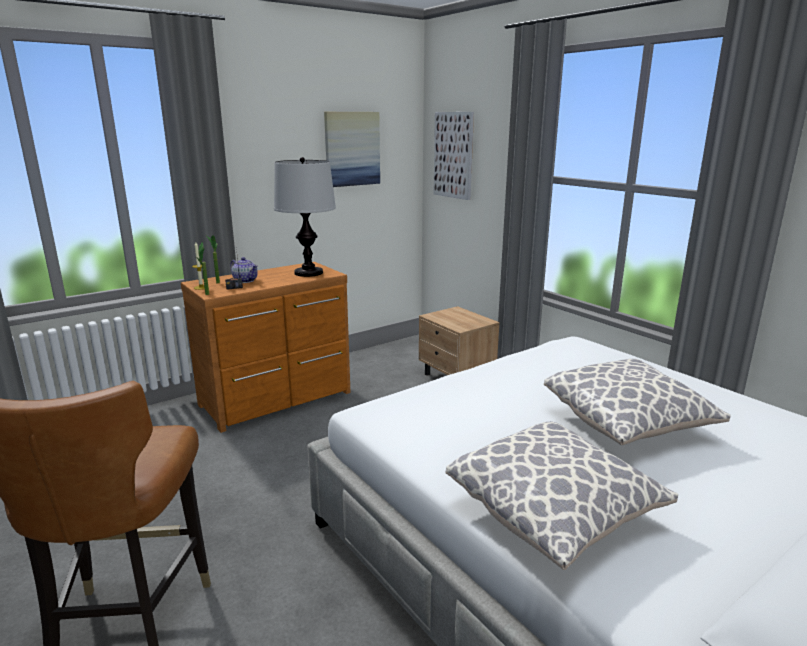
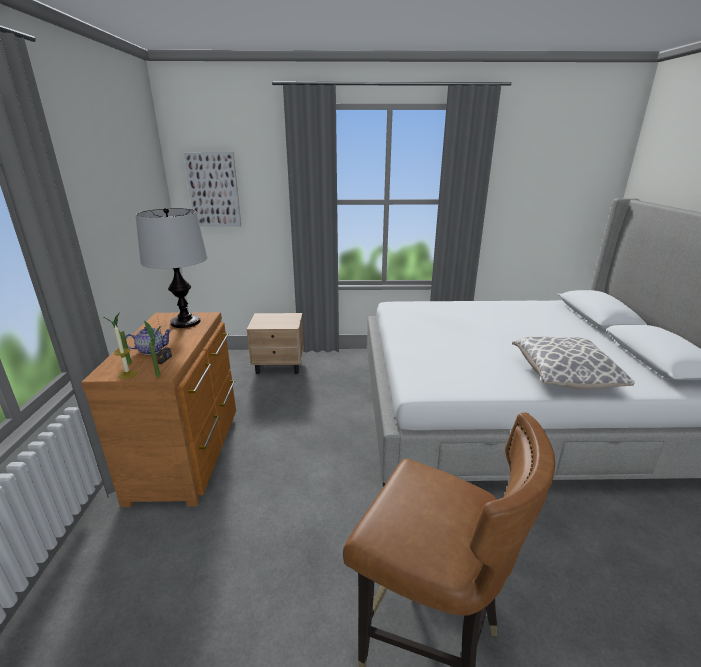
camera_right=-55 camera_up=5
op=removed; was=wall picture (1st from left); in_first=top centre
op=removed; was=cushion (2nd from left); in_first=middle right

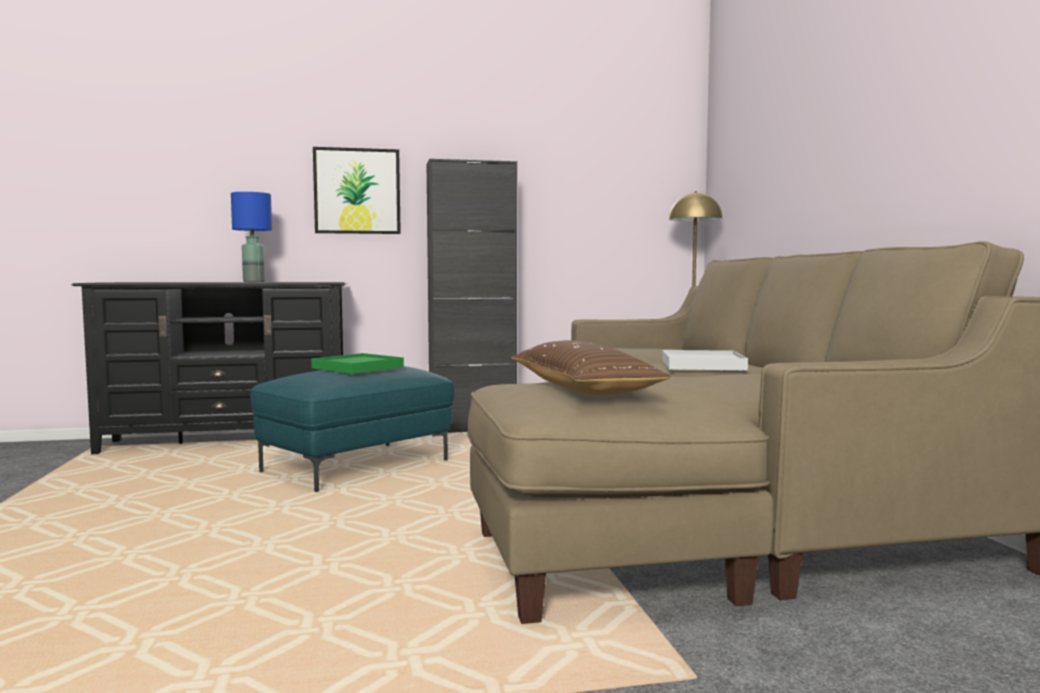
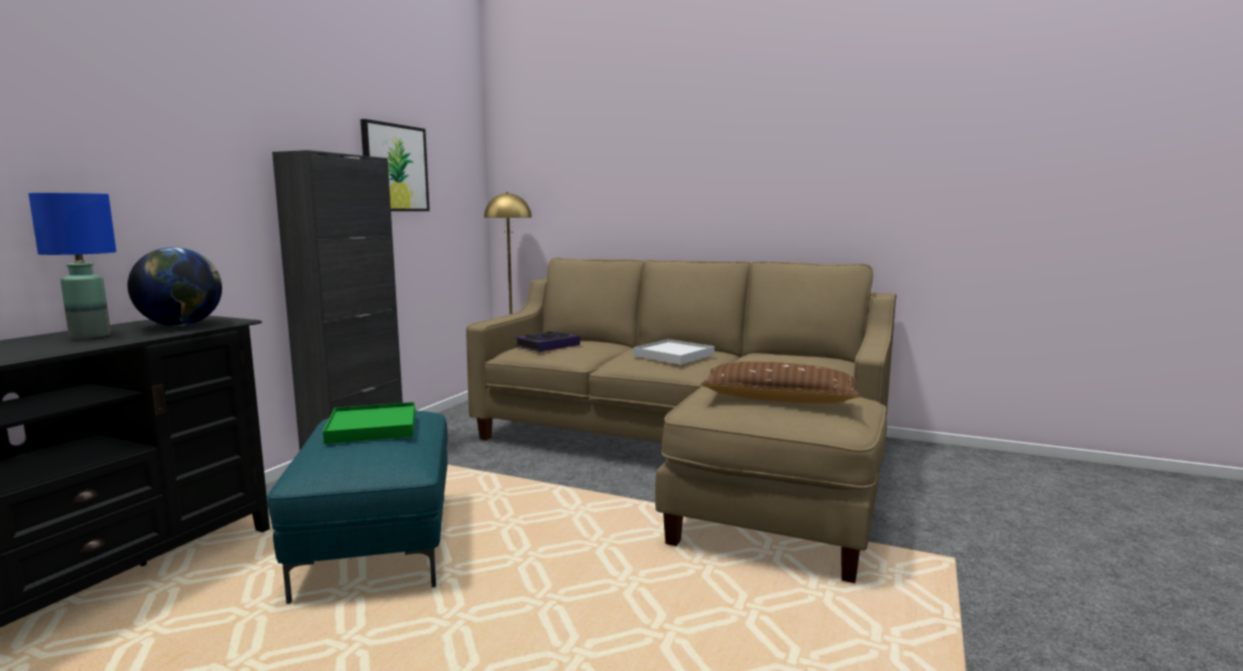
camera_right=-55 camera_up=5
op=moved; was=wall picture; in_first=top centre; in_second=top left
op=added; now=world globe; in_second=middle left
op=added; now=bound book; in_second=centre

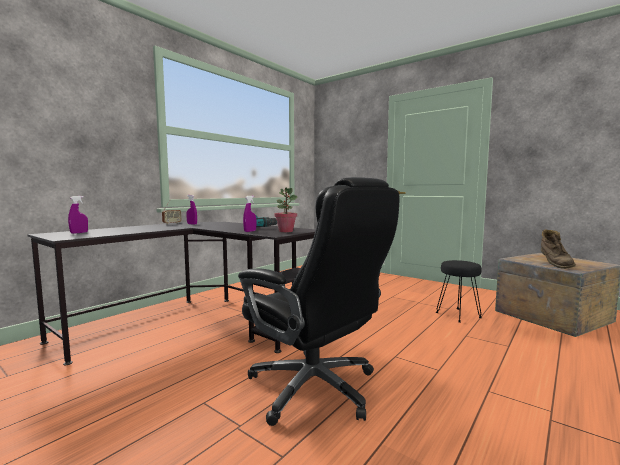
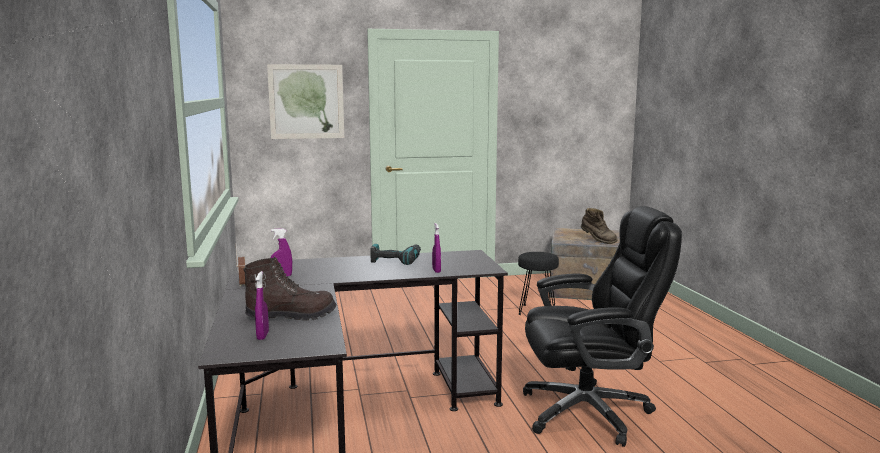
camera_right=-50 camera_up=5
op=removed; was=potted plant; in_first=centre
op=added; now=brown high-top boot (1st from left); in_second=middle left
op=added; now=wall picture; in_second=top centre

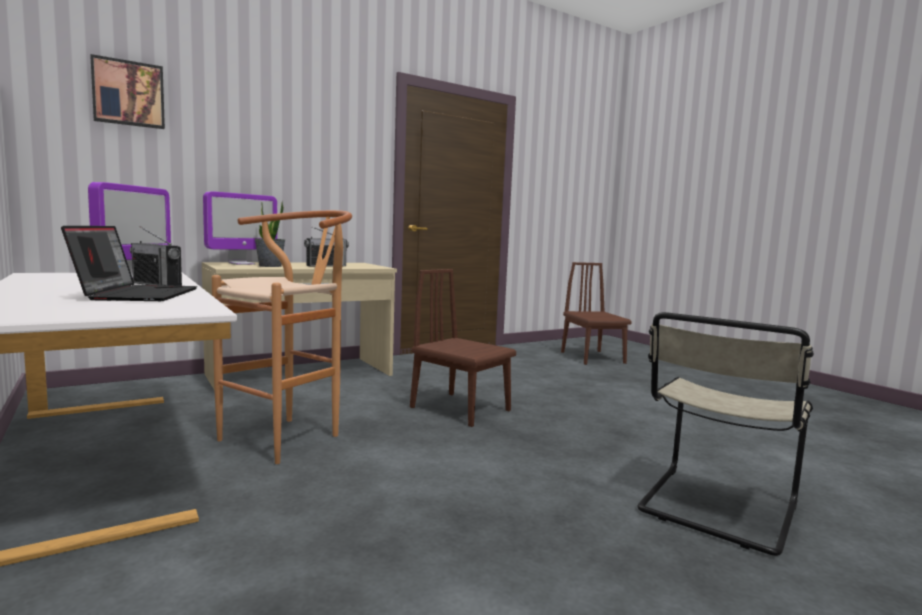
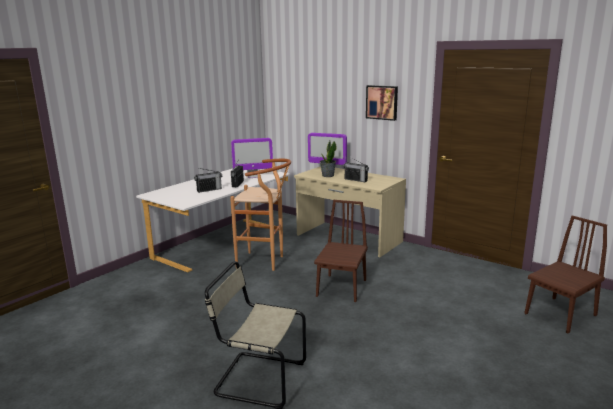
camera_right=70 camera_up=10
op=replaced; was=portable computer; now=radio (1st from left); in_first=middle left; in_second=centre
op=moved; was=wall picture; in_first=top left; in_second=top centre

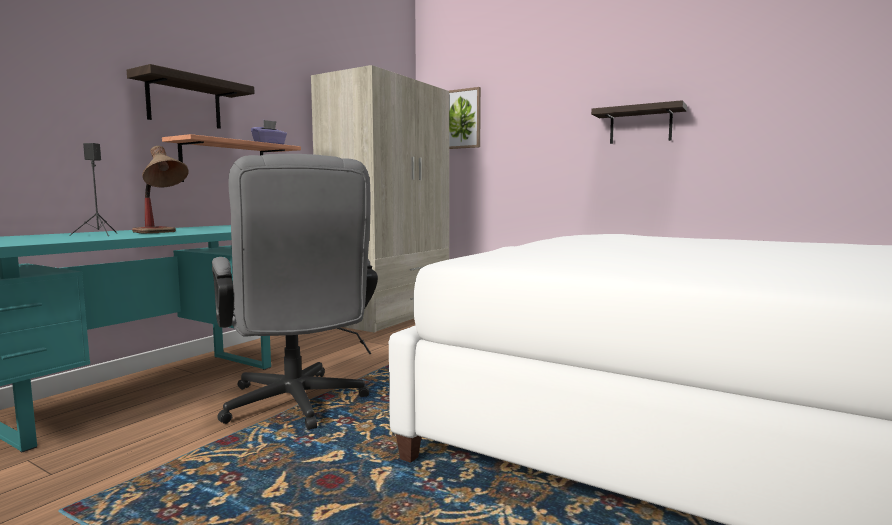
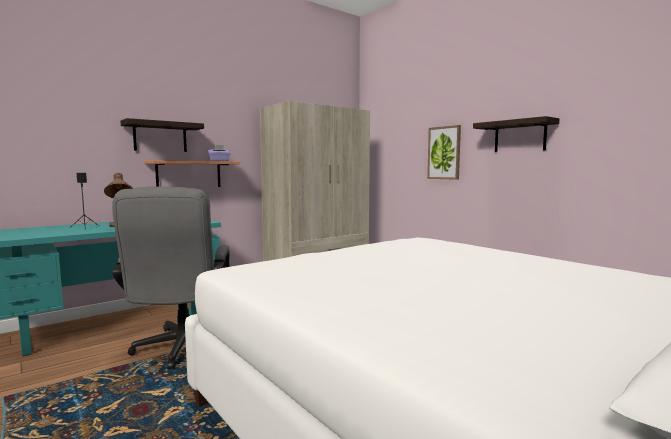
camera_right=20 camera_up=0
op=moved; was=wall picture; in_first=top centre; in_second=centre

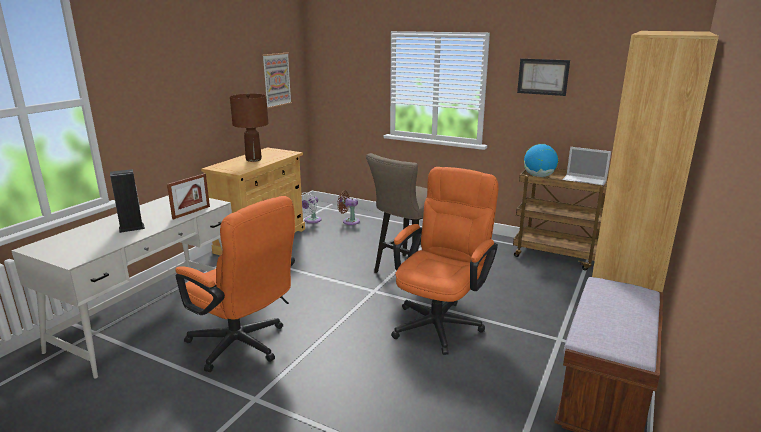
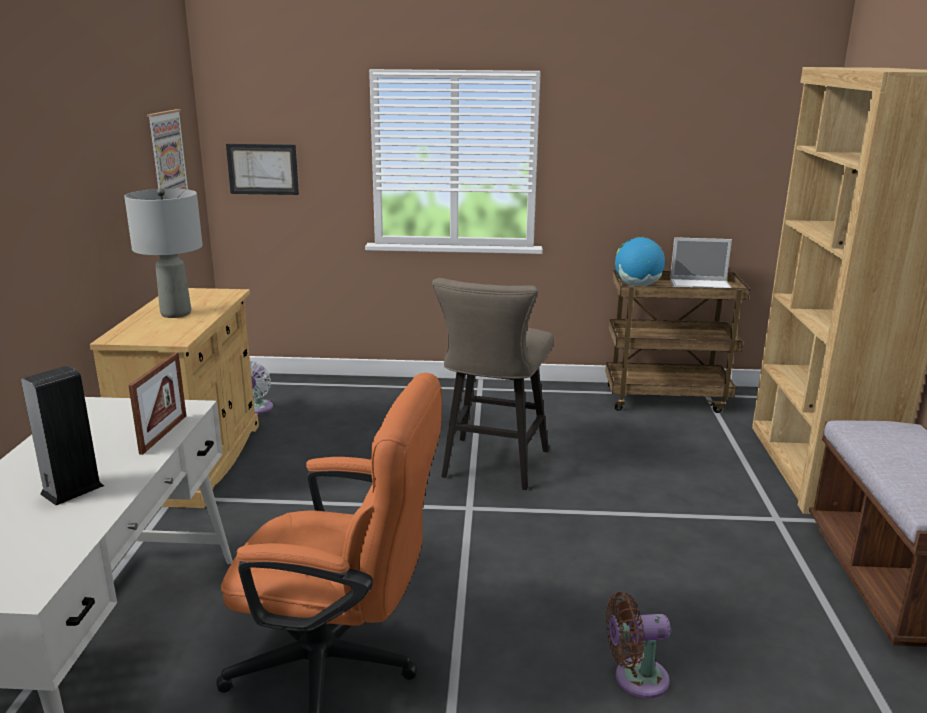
camera_right=-25 camera_up=0
op=recoloured; was=brown tabletop lamp; now=greyish tabletop lamp; in_first=top left; in_second=middle left
op=moved; was=brown fan; in_first=centre; in_second=bottom right
op=removed; was=orange-coloured office chair (2nd from left); in_first=centre
op=moved; was=wall picture (2nd from left); in_first=top right; in_second=top left

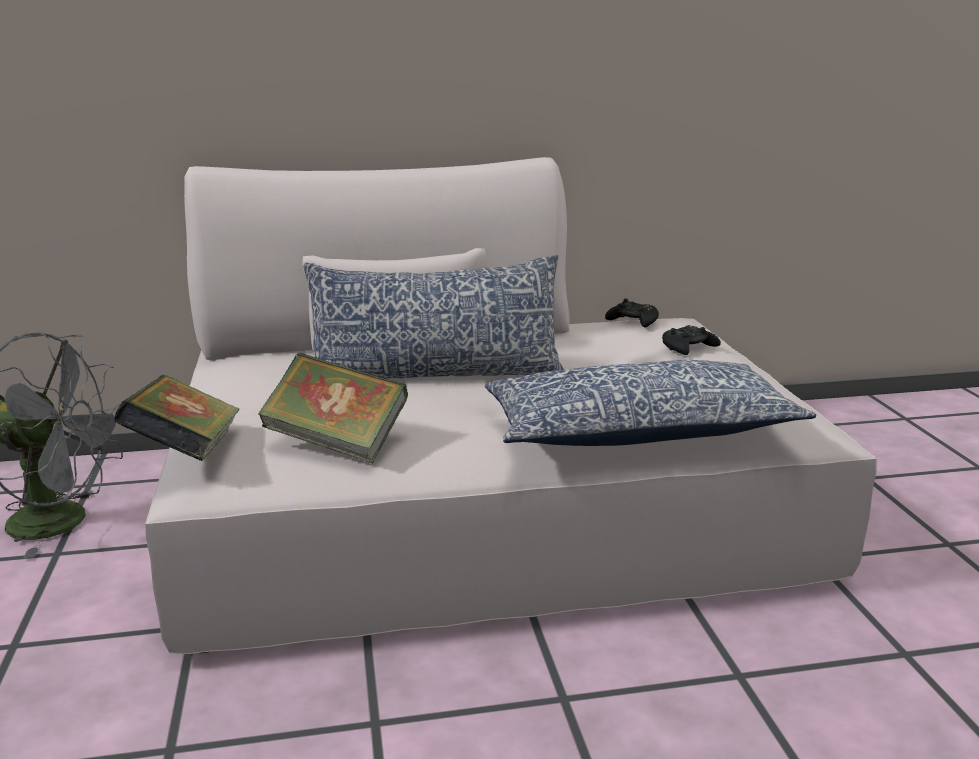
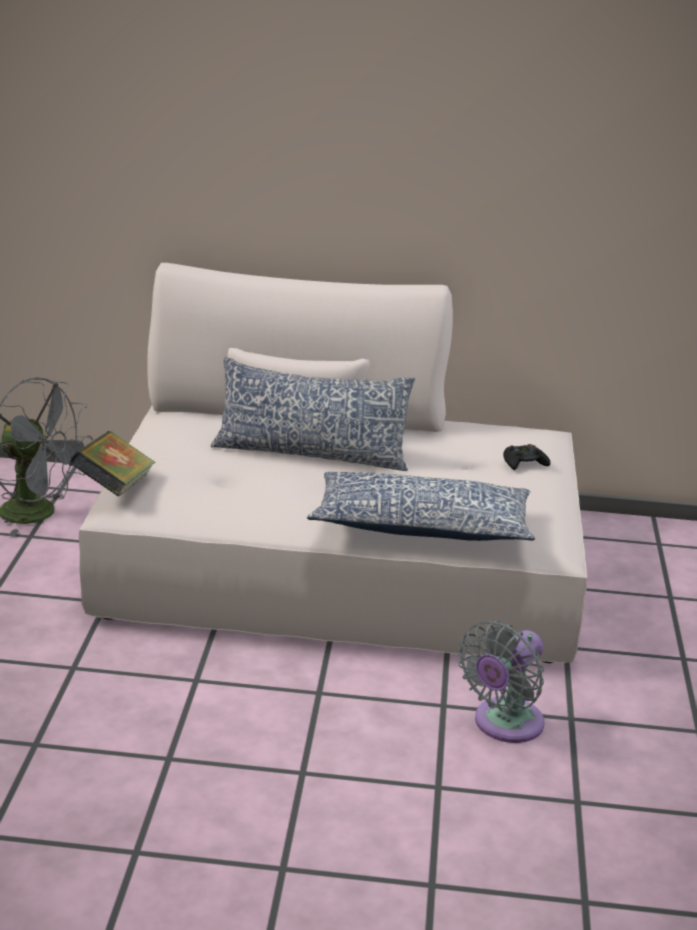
camera_right=15 camera_up=5
op=removed; was=bound book (2nd from left); in_first=centre
op=removed; was=black-coloured gamepad (1st from left); in_first=centre
op=added; now=greyish fan (2nd from left); in_second=bottom right

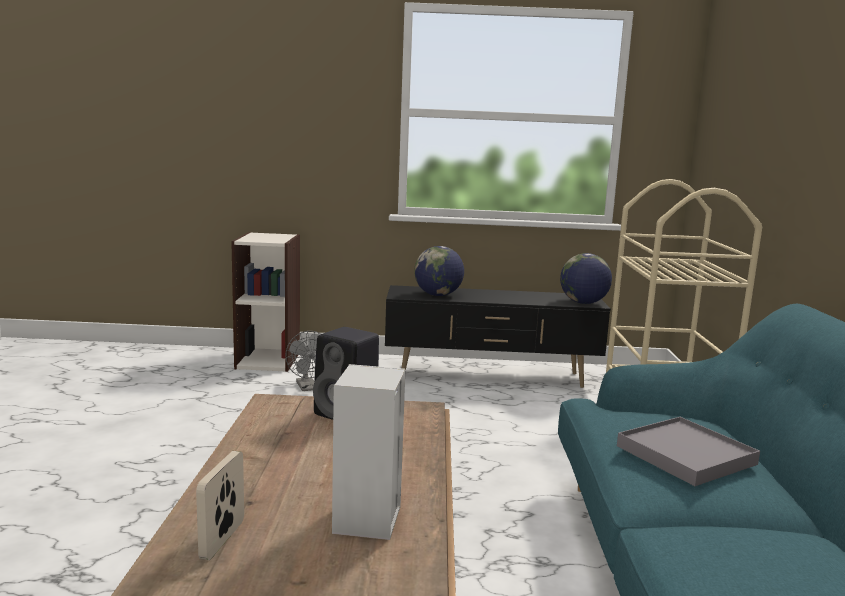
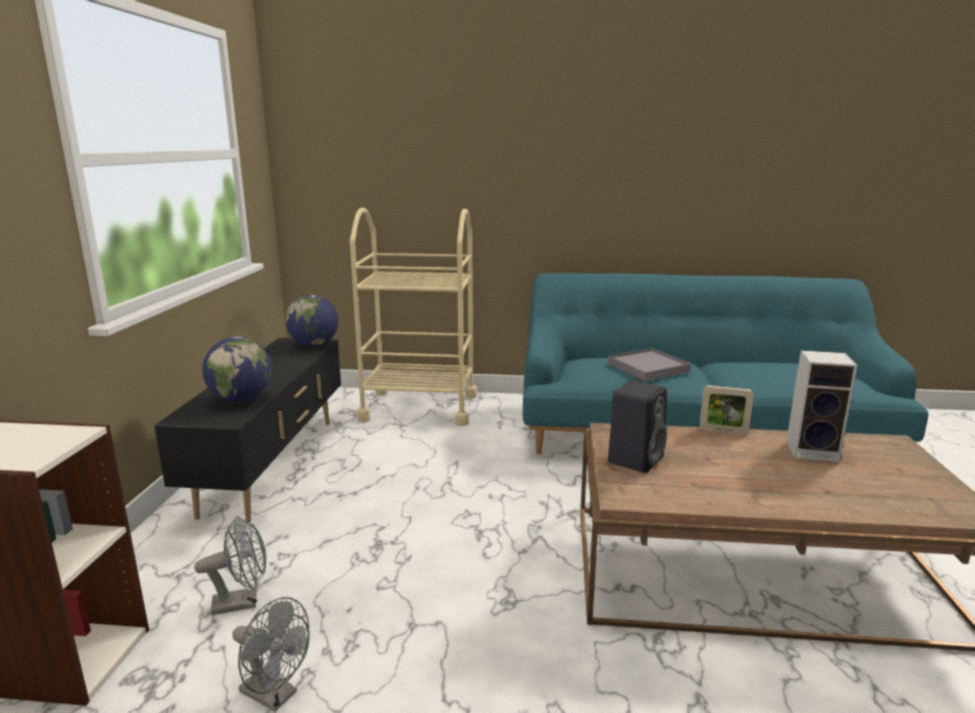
camera_right=-85 camera_up=5
op=moved; was=standing frame; in_first=bottom left; in_second=middle right
op=added; now=greyish fan (2nd from left); in_second=bottom left

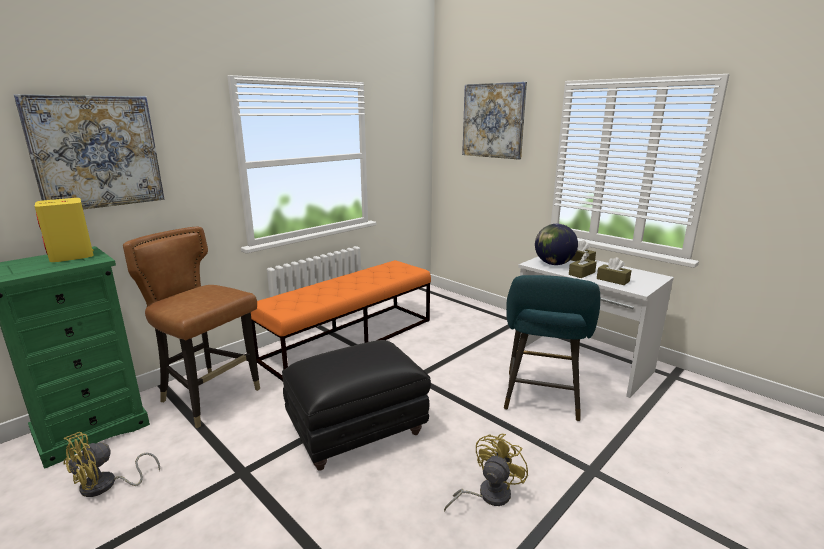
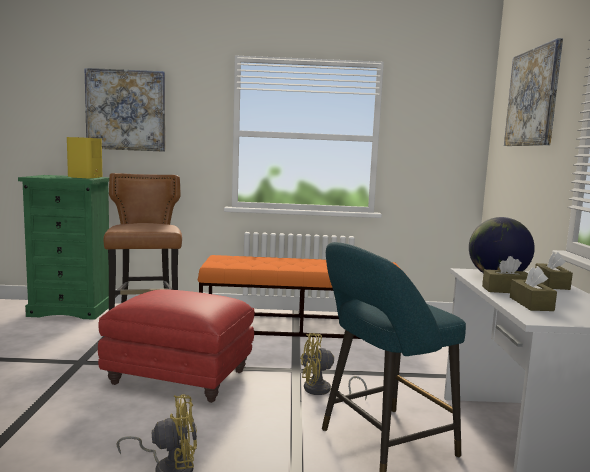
camera_right=45 camera_up=-10
op=moved; was=yellowish fan (1st from left in the first image); now=yellowish fan (2nd from left); in_first=bottom left; in_second=bottom centre
op=recoloured; was=black-coloured pouffe; now=red-coloured pouffe; in_first=bottom centre; in_second=bottom left

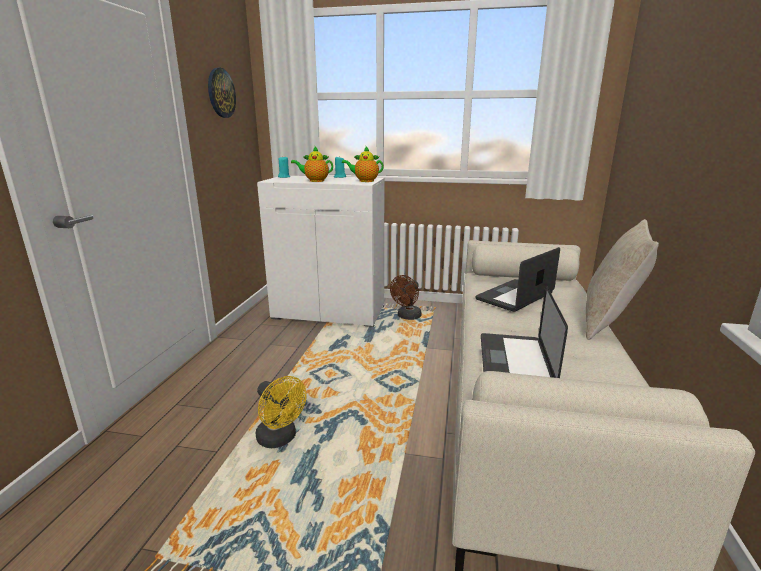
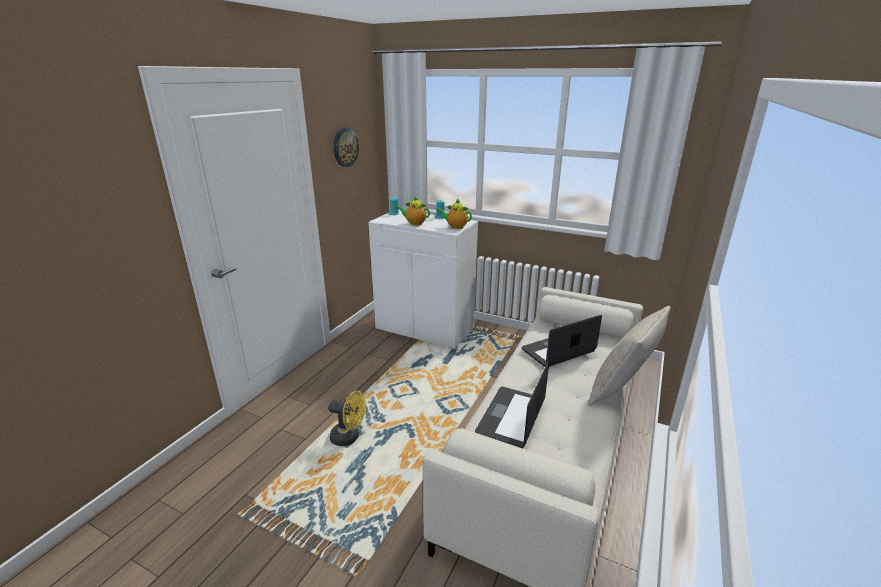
camera_right=15 camera_up=5
op=turned; was=yellowish fan; in_first=bottom centre; in_second=bottom centre; clockwise=-45
op=removed; was=brown fan; in_first=centre

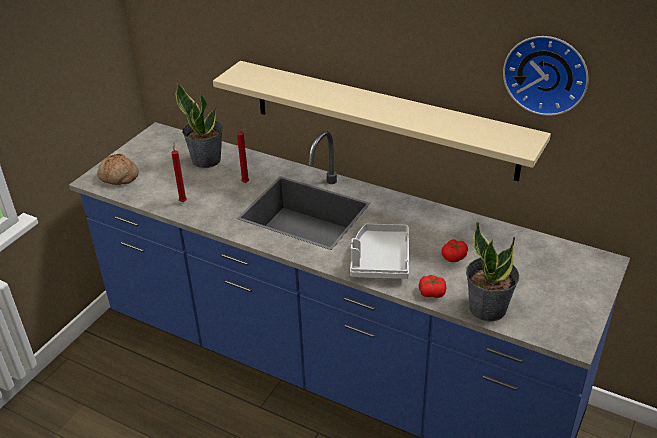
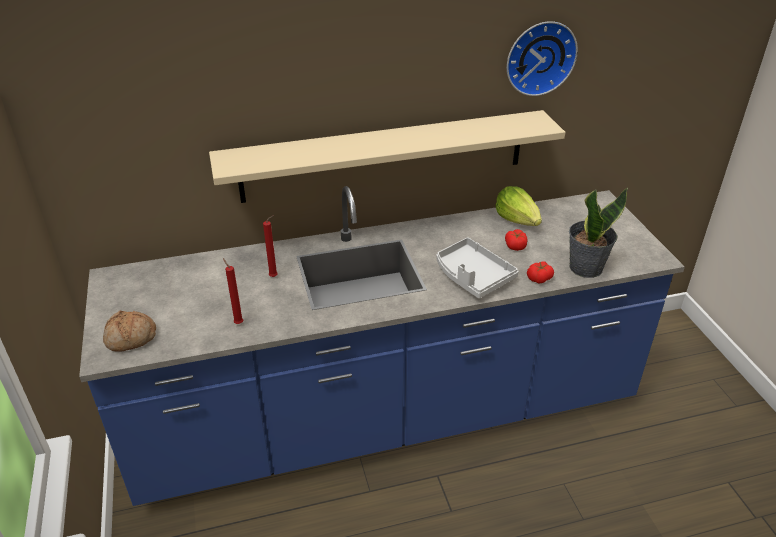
camera_right=-45 camera_up=0
op=removed; was=potted plant (1st from left); in_first=top left
op=added; now=lettuce; in_second=middle right

